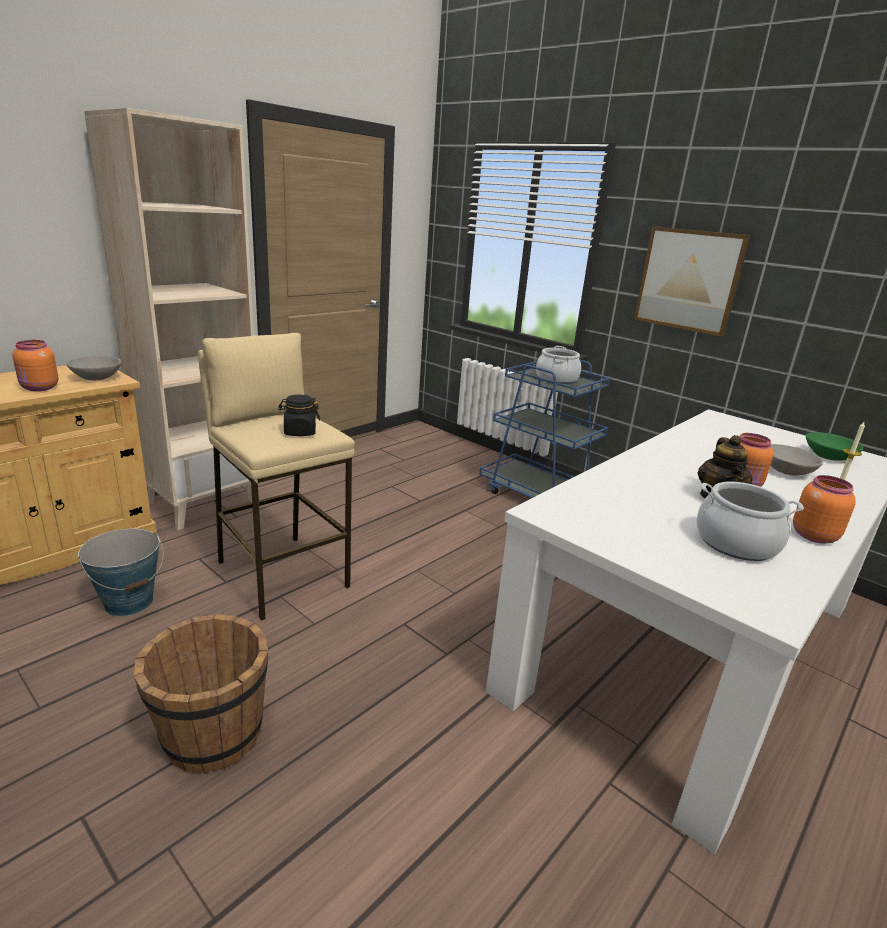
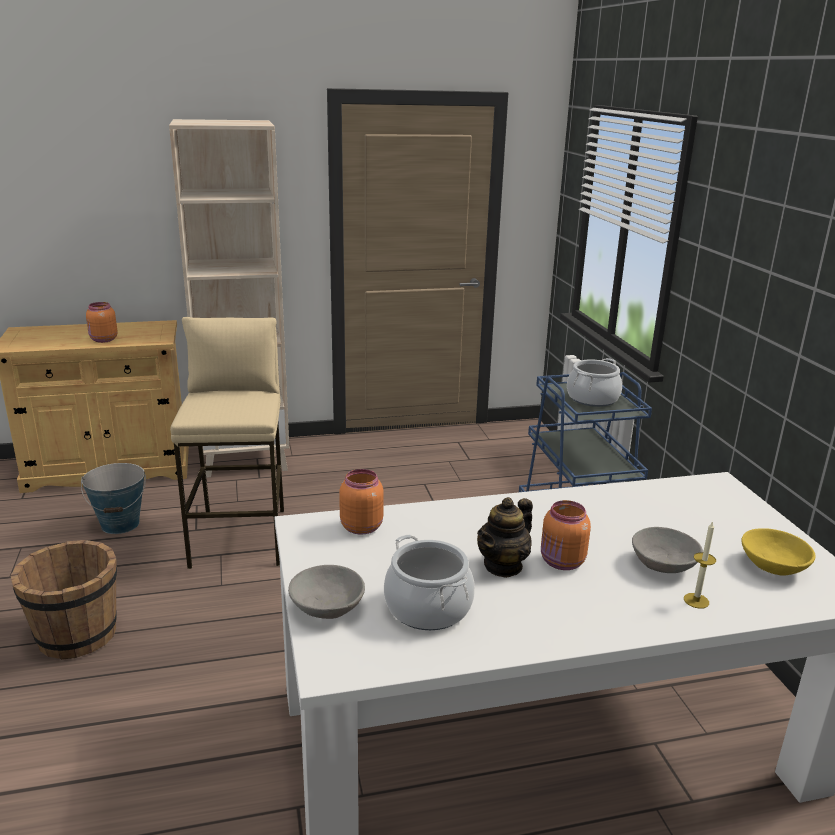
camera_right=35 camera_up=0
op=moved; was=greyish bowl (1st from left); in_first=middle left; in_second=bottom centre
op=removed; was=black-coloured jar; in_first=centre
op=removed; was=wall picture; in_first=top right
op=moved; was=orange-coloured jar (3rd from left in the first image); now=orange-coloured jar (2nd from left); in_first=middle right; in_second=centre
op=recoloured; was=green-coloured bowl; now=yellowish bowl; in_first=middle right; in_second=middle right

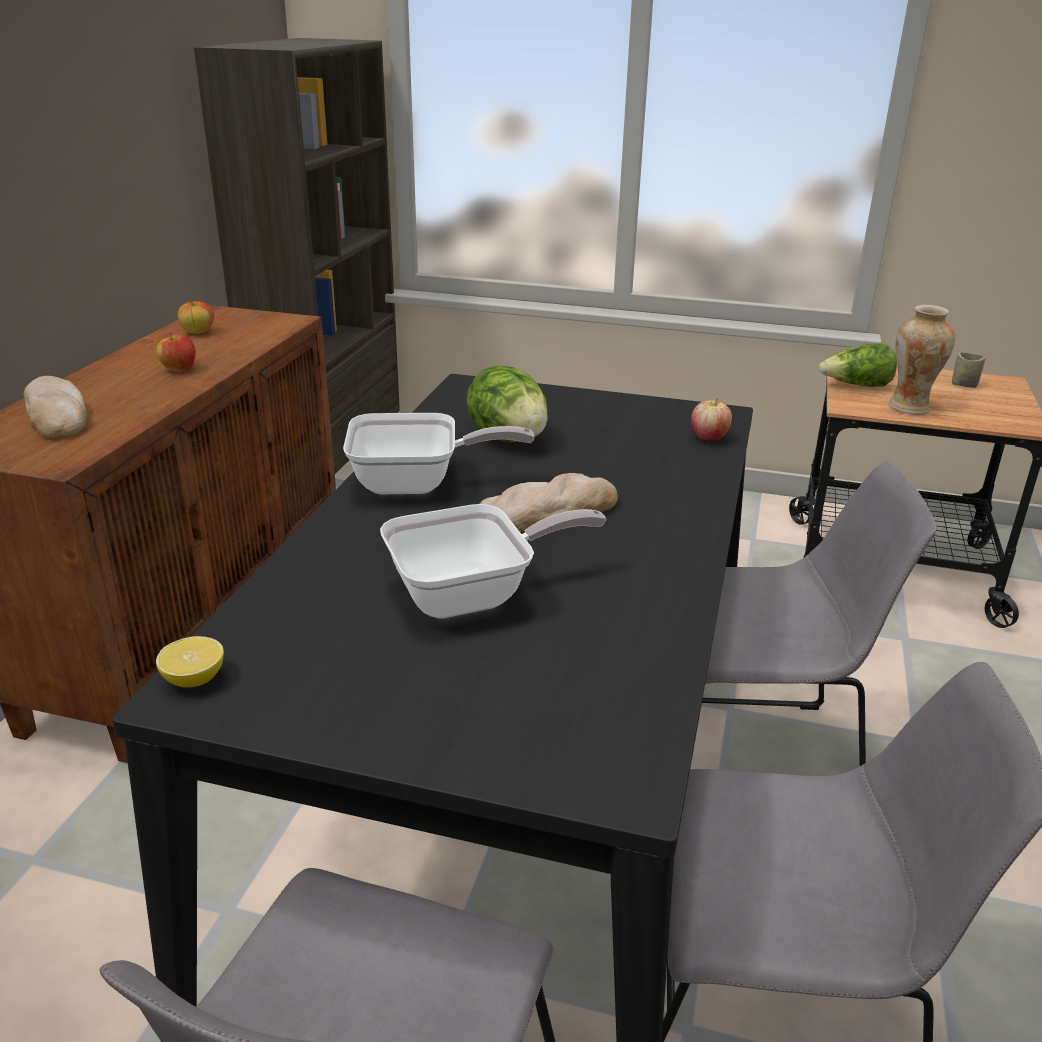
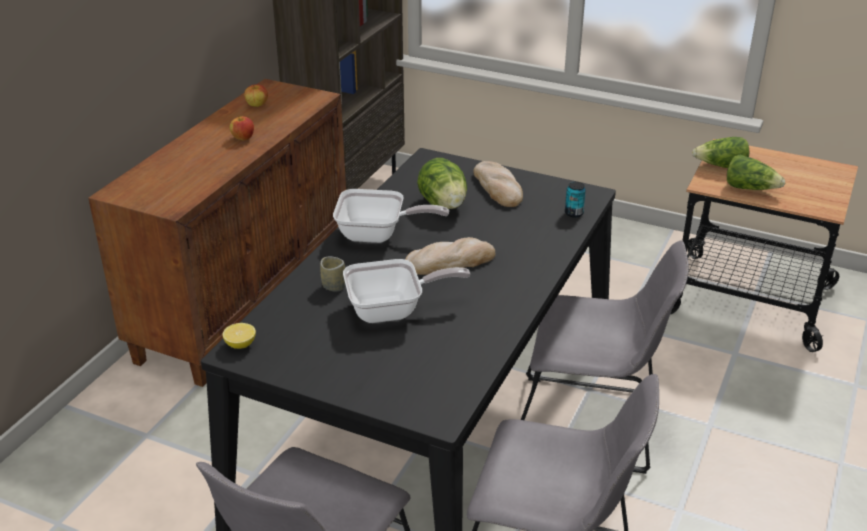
camera_right=10 camera_up=5
op=moved; was=bakery bread (1st from left in the first image); now=bakery bread (2nd from left); in_first=middle left; in_second=centre
op=replaced; was=apple (3rd from left); now=can; in_first=middle right; in_second=centre
op=replaced; was=decorative vase; now=lettuce (3rd from left); in_first=middle right; in_second=top right
op=moved; was=drinking cup; in_first=middle right; in_second=centre

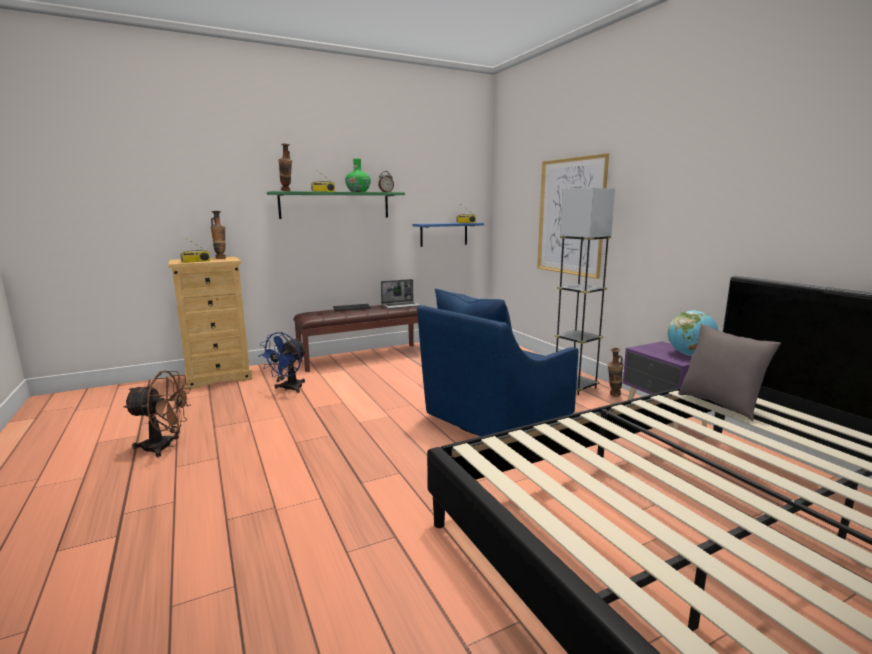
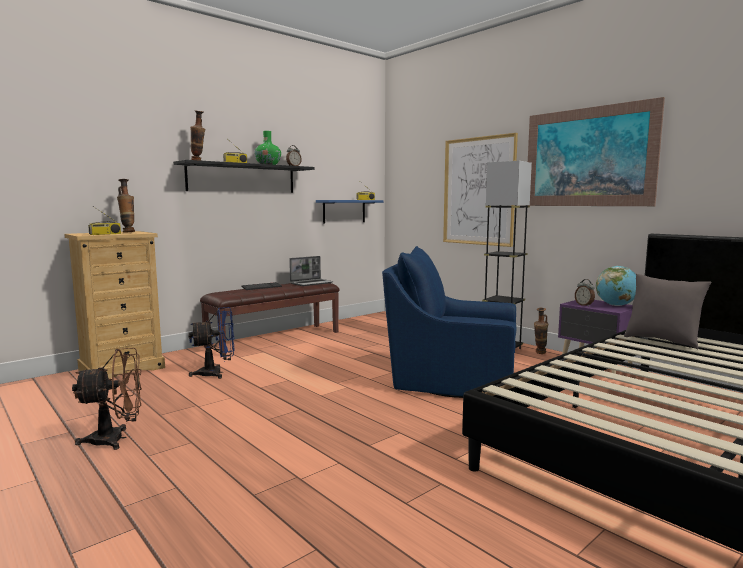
camera_right=-15 camera_up=-5
op=turned; was=blue-coloured fan; in_first=middle left; in_second=middle left; clockwise=-120
op=recoloured; was=green-coloured wall shelf; now=black-coloured wall shelf; in_first=top centre; in_second=top left
op=turned; was=blue-coloured armchair; in_first=centre; in_second=centre; clockwise=75
op=added; now=wall picture (2nd from left); in_second=top right
op=added; now=bedside clock (2nd from left); in_second=middle right

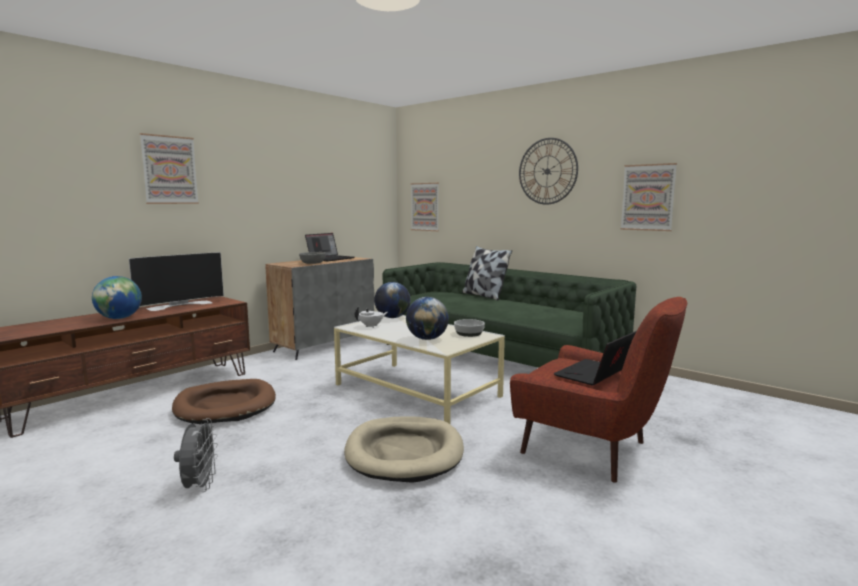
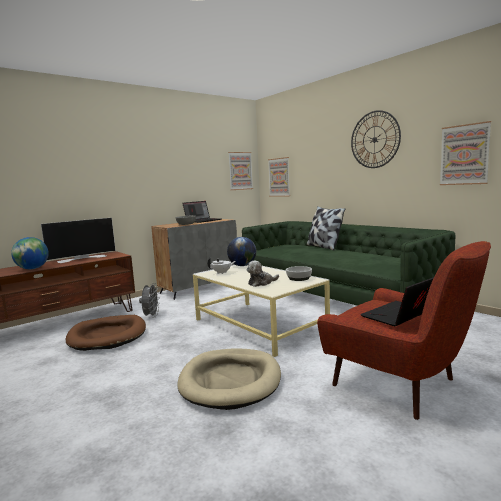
camera_right=10 camera_up=0
op=moved; was=wall picture (1st from left); in_first=top left; in_second=centre
op=moved; was=greyish fan; in_first=bottom left; in_second=middle left
op=replaced; was=world globe (3rd from left); now=cuddly toy; in_first=centre; in_second=centre

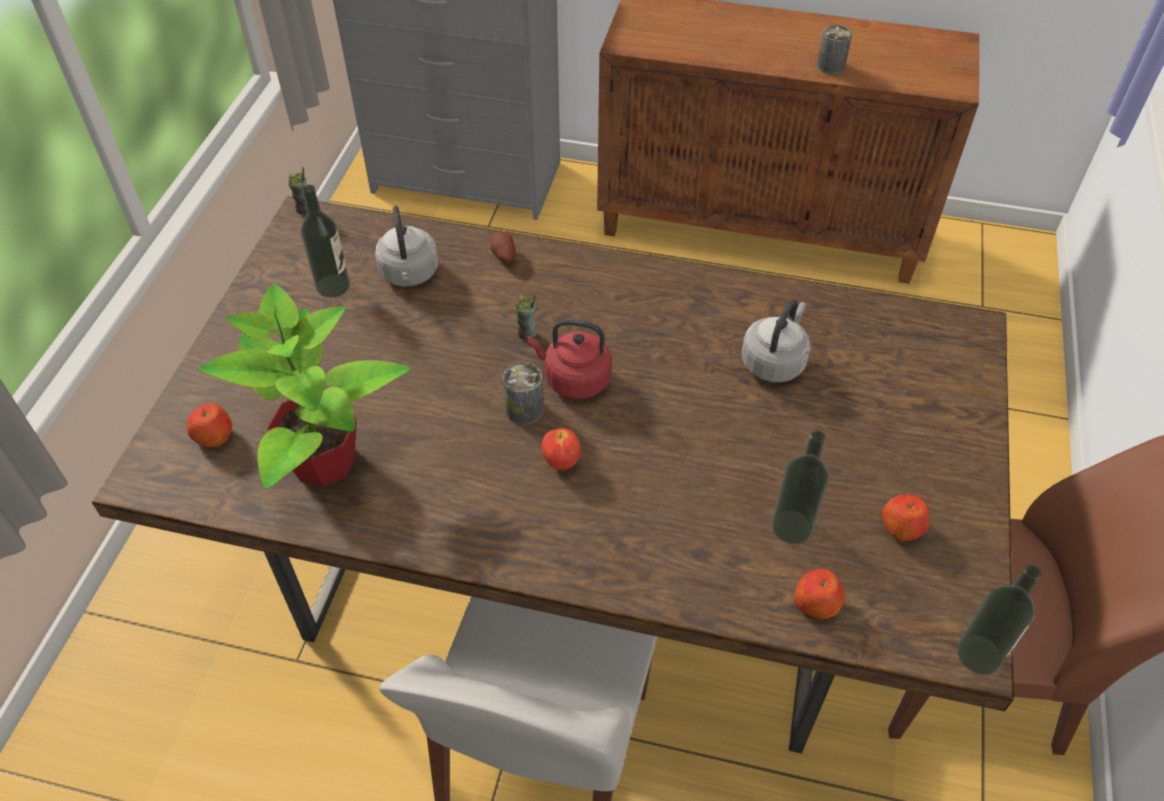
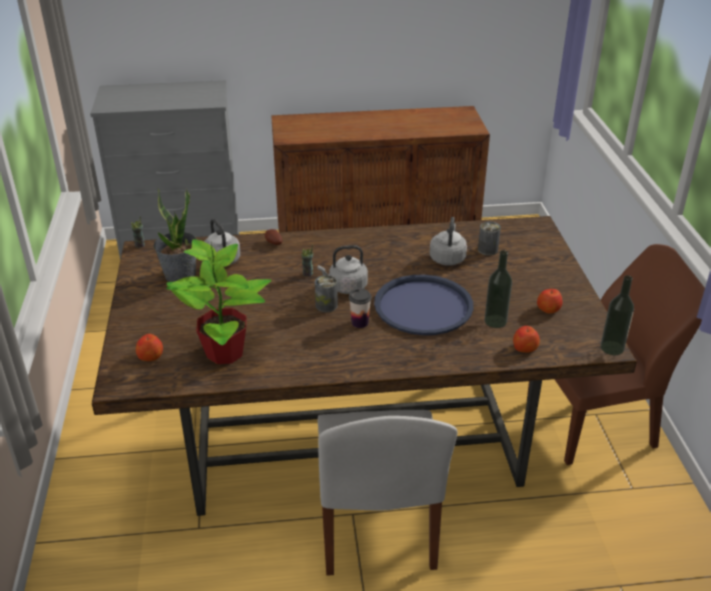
camera_right=-20 camera_up=-15
op=replaced; was=drink bottle (1st from left); now=potted plant (1st from left); in_first=top left; in_second=middle left
op=recoloured; was=red-coloured tea kettle; now=greyish tea kettle (2nd from left); in_first=centre; in_second=centre
op=replaced; was=apple (2nd from left); now=drinking cup (3rd from left); in_first=centre; in_second=centre
op=moved; was=can (2nd from left); in_first=top right; in_second=middle right
op=added; now=blue-coloured tray; in_second=centre

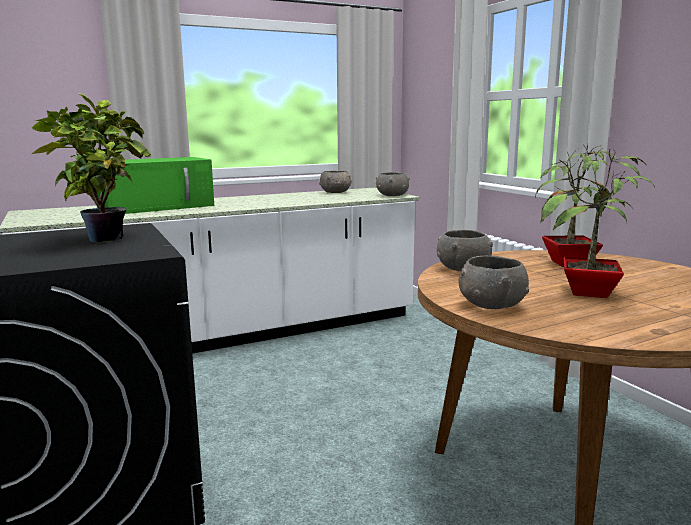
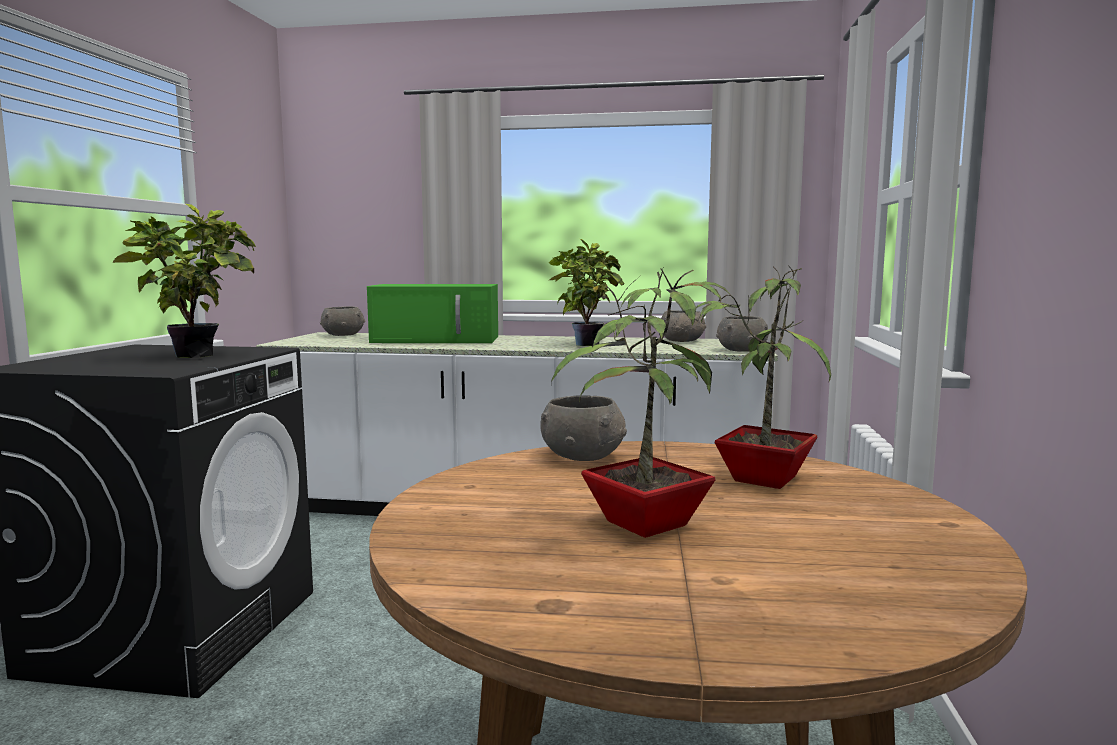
camera_right=35 camera_up=-5
op=moved; was=greyish bowl (4th from left in the first image); now=greyish bowl (1st from left); in_first=middle right; in_second=middle left
op=added; now=potted plant (2nd from left); in_second=centre

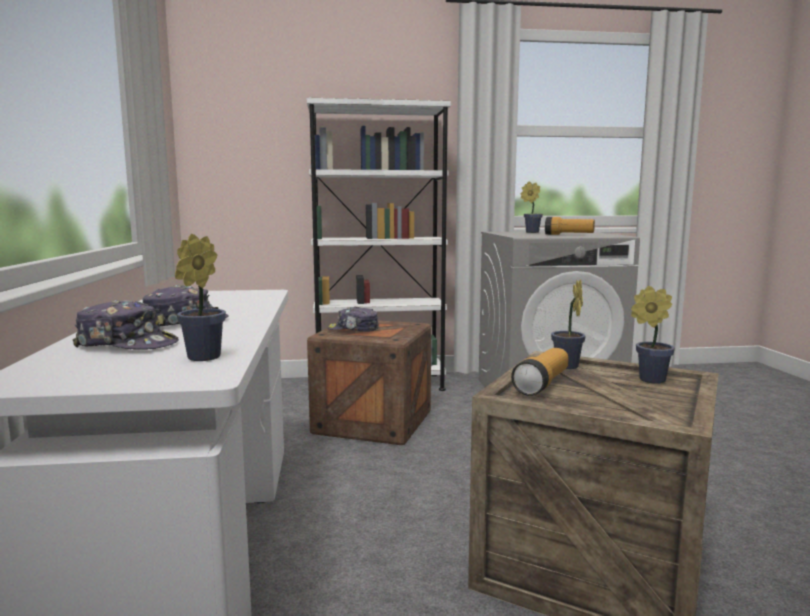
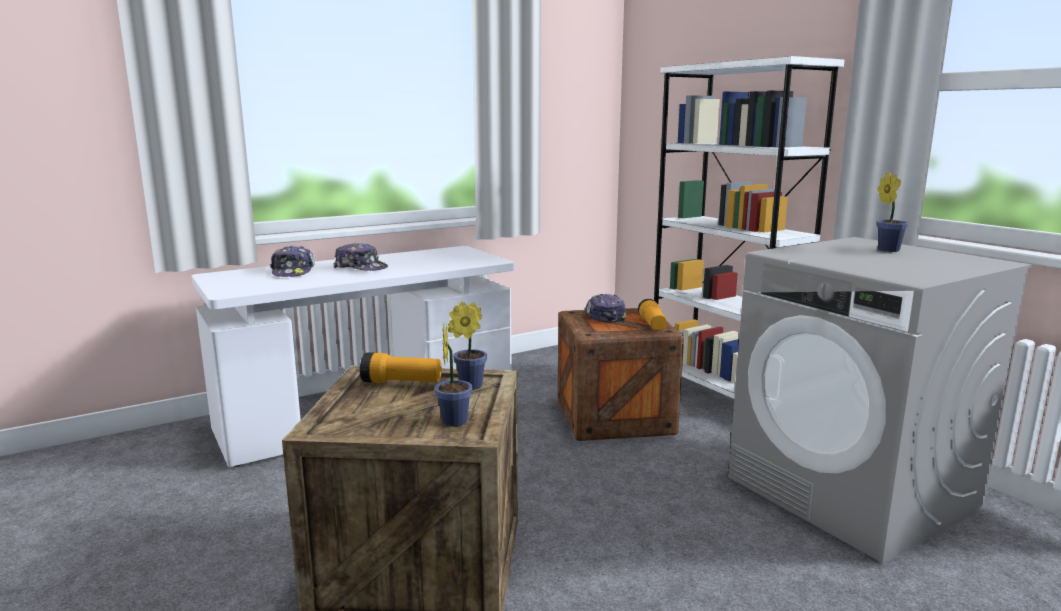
camera_right=65 camera_up=5
op=removed; was=potted plant (1st from left); in_first=middle left
op=moved; was=torch (2nd from left); in_first=middle right; in_second=centre

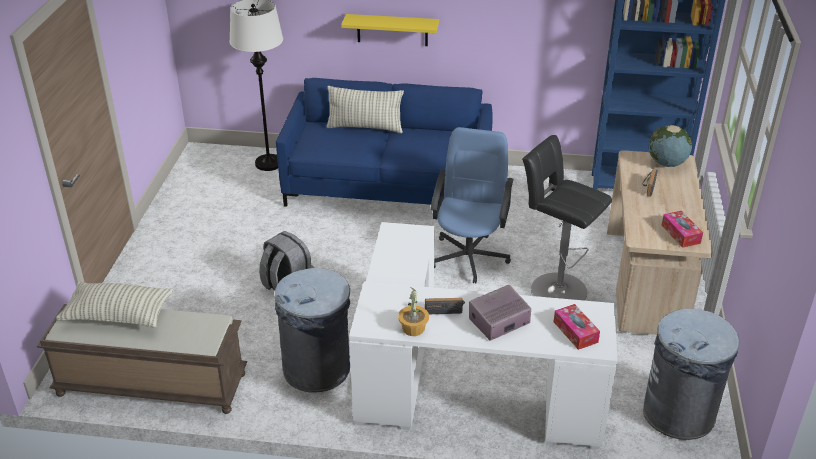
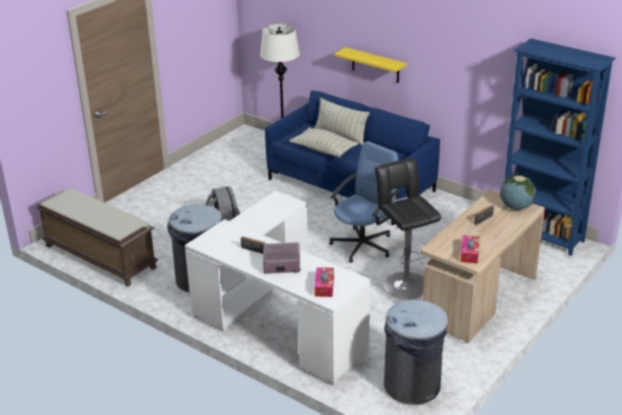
camera_right=30 camera_up=-5
op=moved; was=cushion (1st from left); in_first=middle left; in_second=centre
op=removed; was=potted plant; in_first=bottom centre

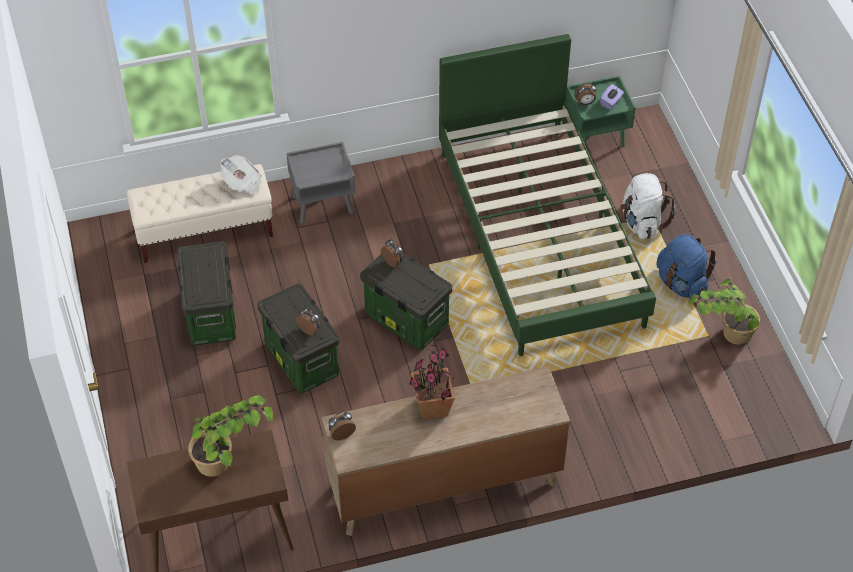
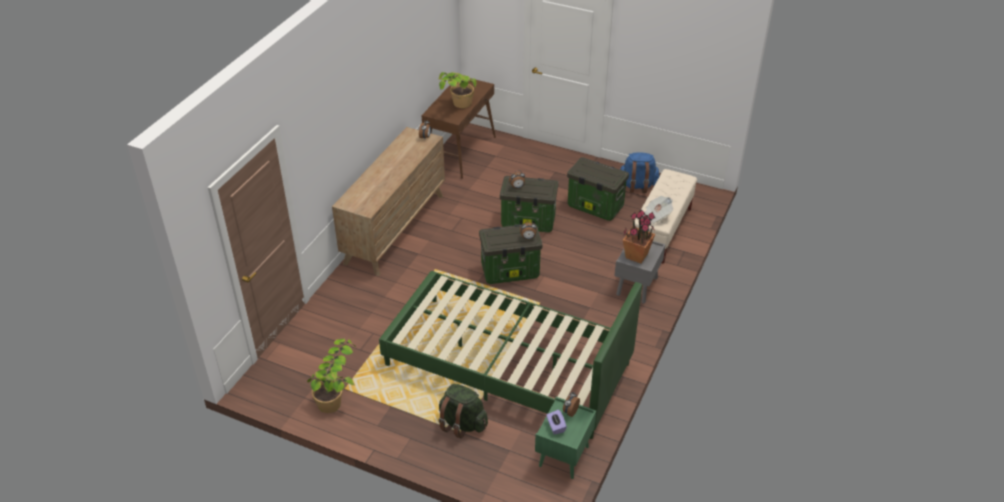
camera_right=130 camera_up=-10
op=moved; was=potted plant (2nd from left in the first image); now=potted plant (3rd from left); in_first=bottom centre; in_second=centre
op=recoloured; was=white-coloured rucksack; now=green-coloured rucksack; in_first=middle right; in_second=bottom centre
op=moved; was=blue-coloured rucksack; in_first=middle right; in_second=centre

